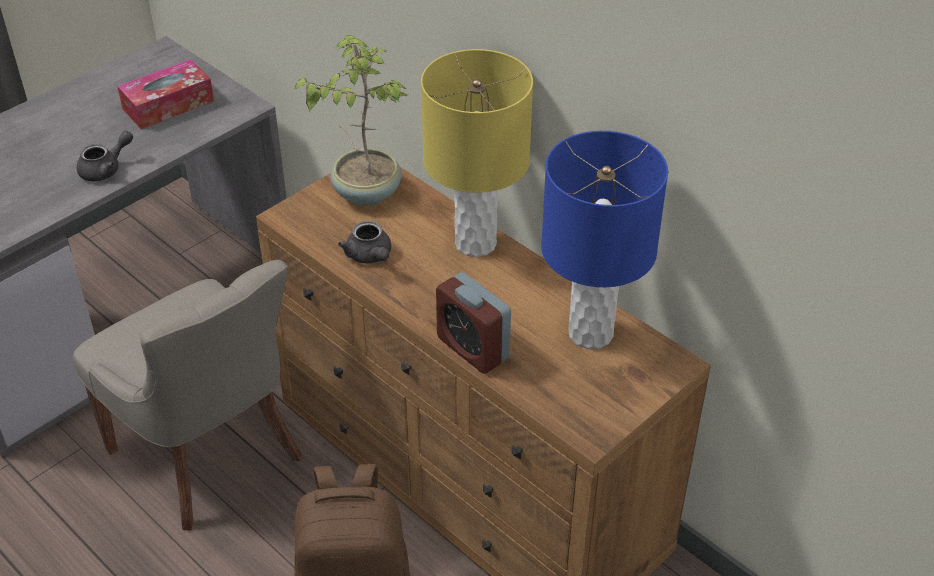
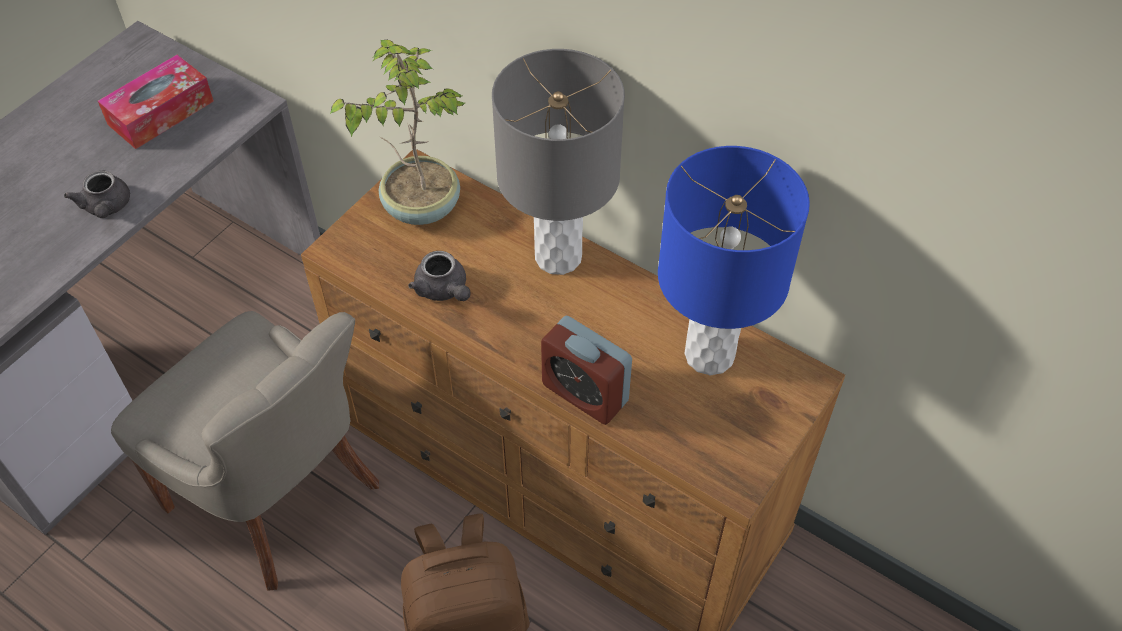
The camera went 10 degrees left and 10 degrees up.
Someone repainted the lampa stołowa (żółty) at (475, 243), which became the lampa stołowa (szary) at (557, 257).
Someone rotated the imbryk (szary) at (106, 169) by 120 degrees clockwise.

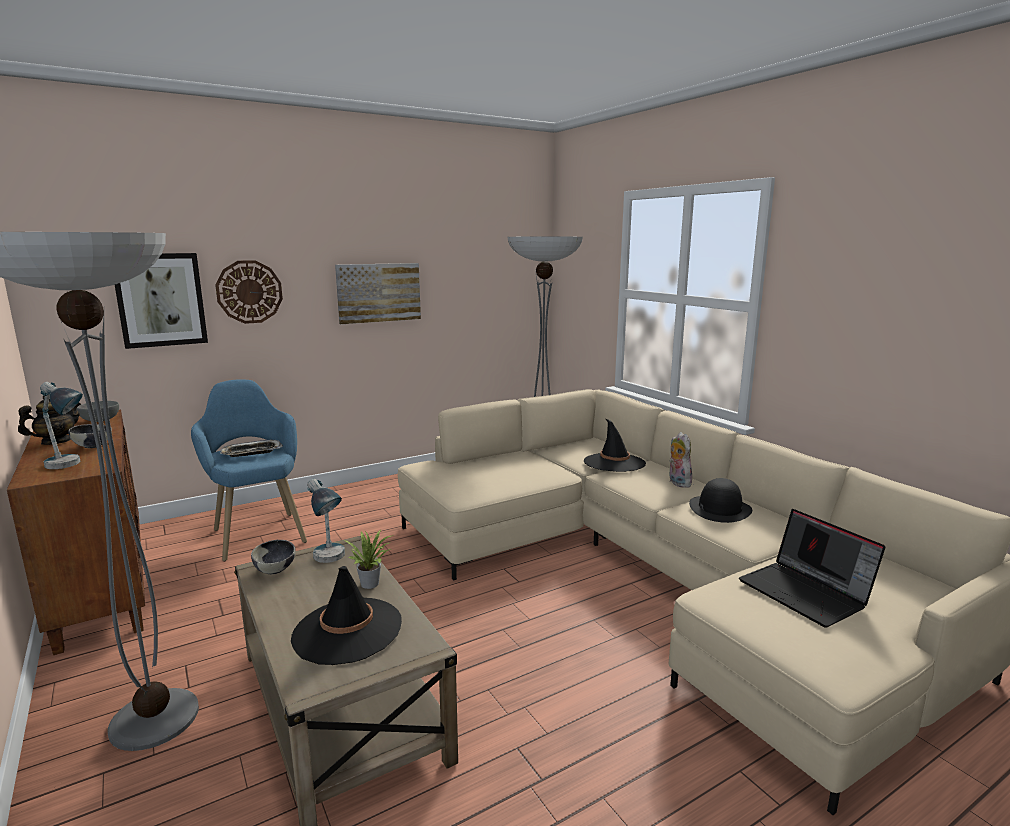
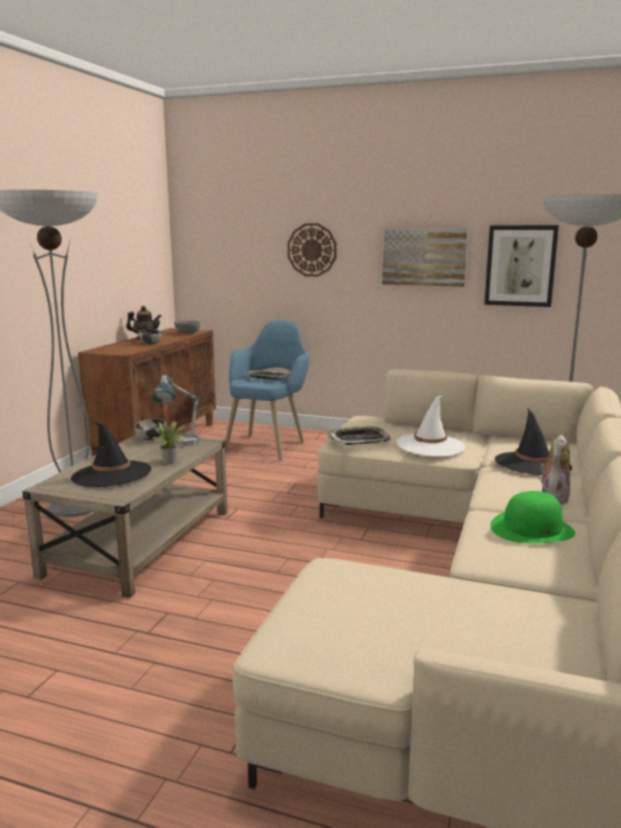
The camera went 50 degrees right and 0 degrees up.
Someone carried the obraz from (160, 300) to (520, 266).
Someone took away the lampa stołowa at (69, 466).
Someone repainted the kapelusz (czarny) at (720, 508), which became the kapelusz (zielony) at (532, 529).
Someone took away the laptop at (806, 593).
Someone put down the kapelusz (biały) at (430, 445).
Someone put down the taca at (359, 440).

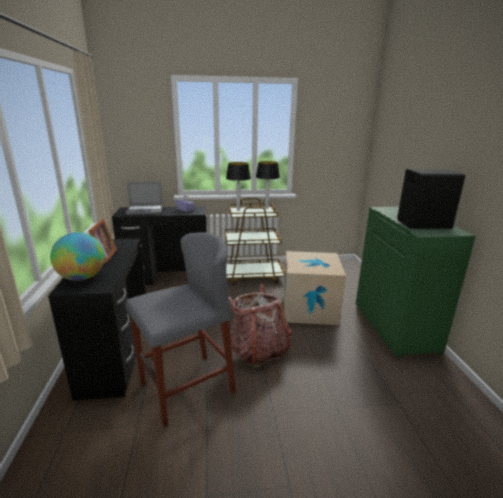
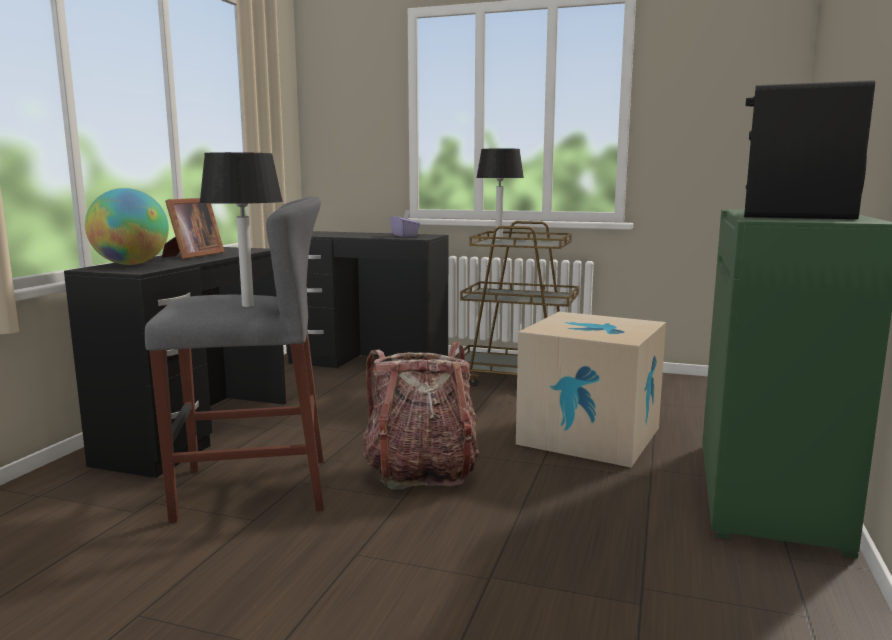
The camera went 25 degrees right and 10 degrees down.
Someone carried the lampa stołowa from (266, 208) to (247, 305).
Someone took away the laptop at (145, 210).

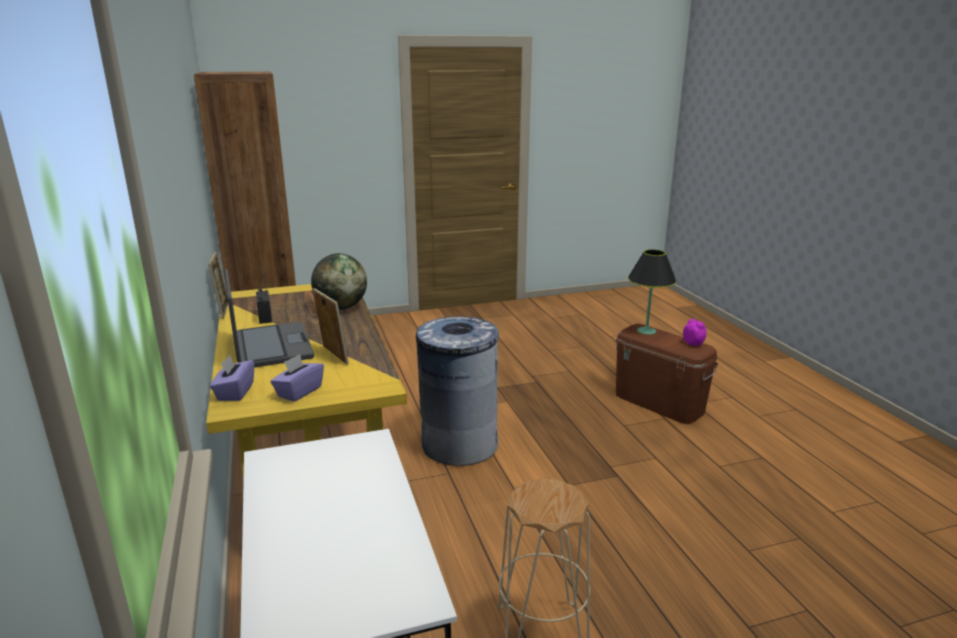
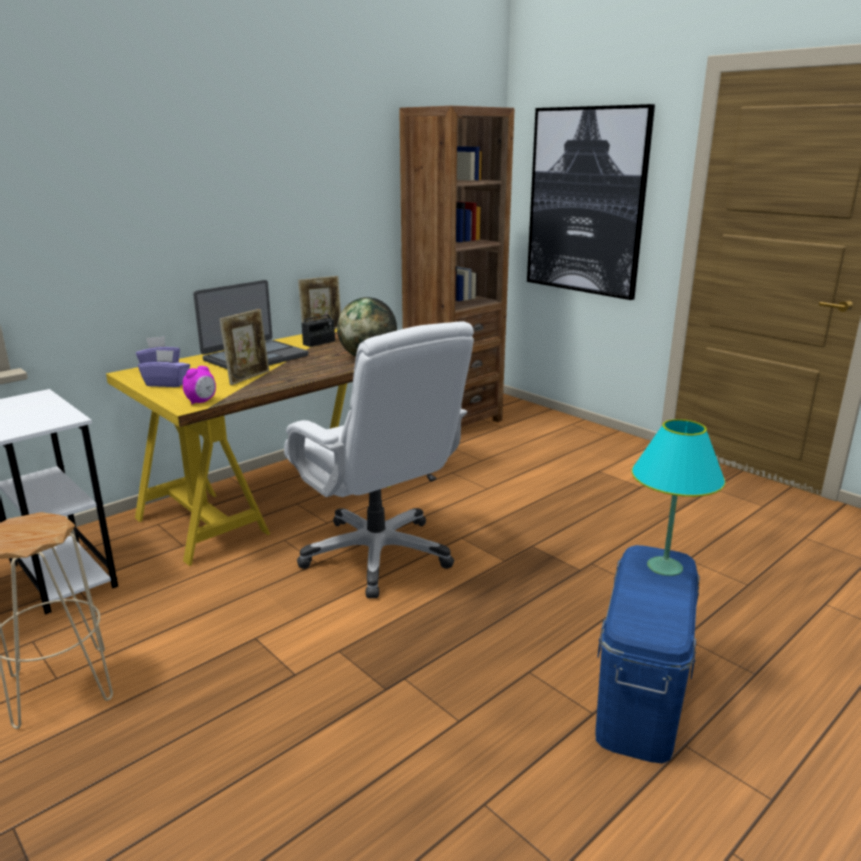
The camera went 65 degrees right and 0 degrees up.
Someone repainted the lampa stołowa (czarny) at (646, 331), which became the lampa stołowa (turkusowy) at (665, 567).
Someone swapped the kosz na śmieci (szary) at (459, 444) for the krzesło biurowe (biały) at (378, 554).
Someone carried the budzik from (693, 344) to (201, 401).
Someone repainted the pojemnik do przechowywania (brązowy) at (659, 403), which became the pojemnik do przechowywania (niebieski) at (640, 699).
Someone put up the obraz at (586, 202).

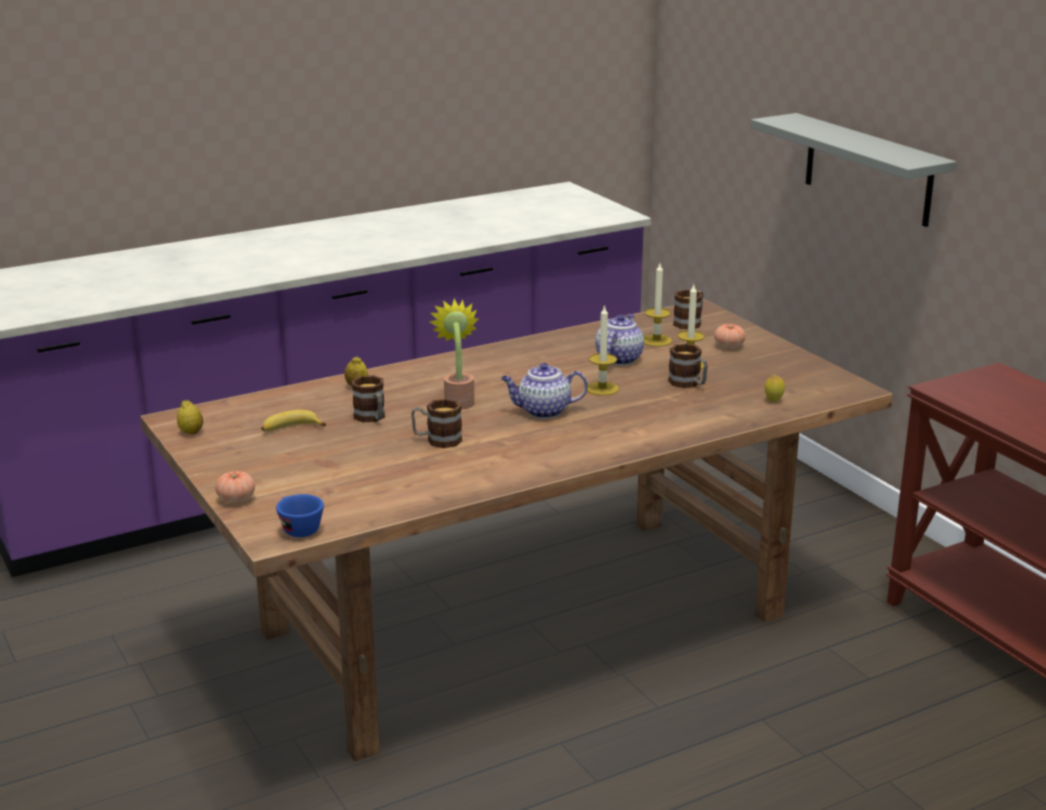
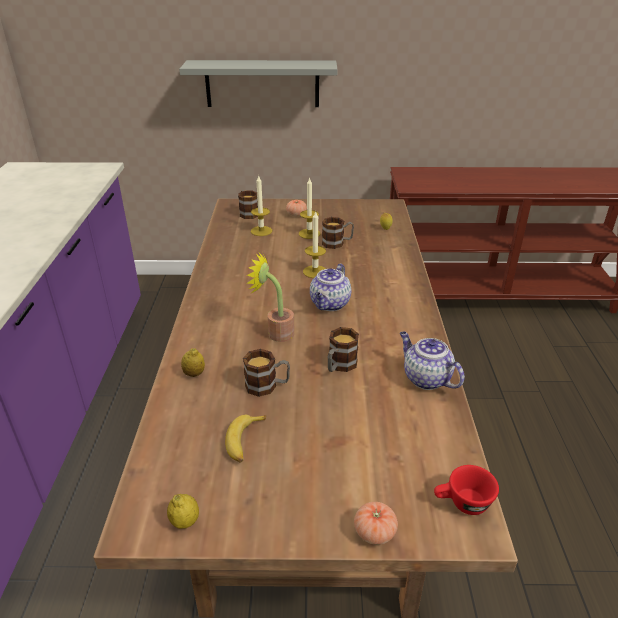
The camera went 60 degrees left and 10 degrees up.
Someone carried the imbryk from (618, 359) to (425, 378).
Someone repainted the filiżanka (niebieski) at (298, 528), which became the filiżanka (czerwony) at (462, 503).

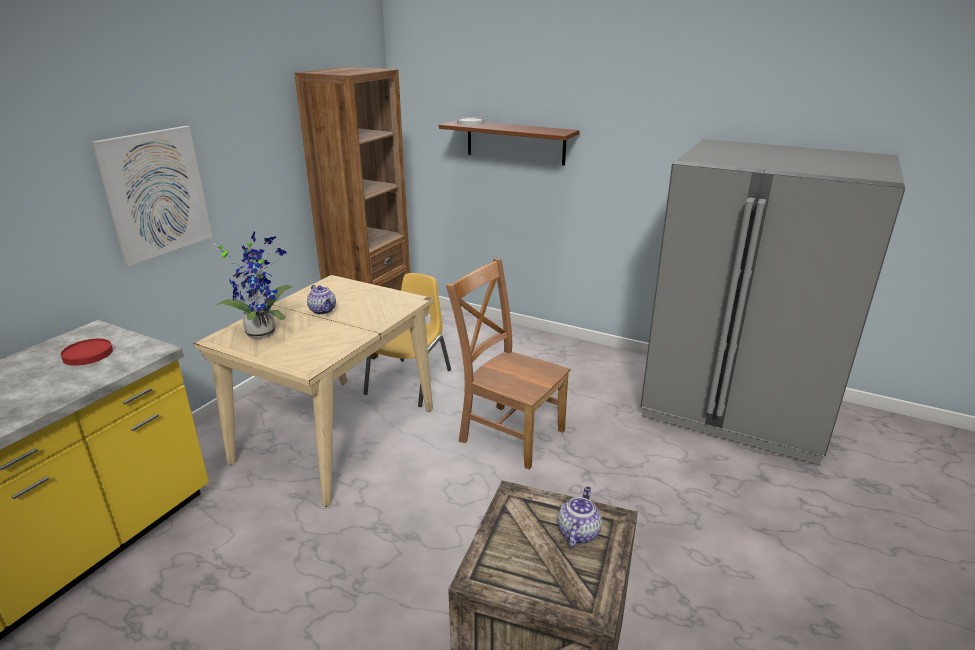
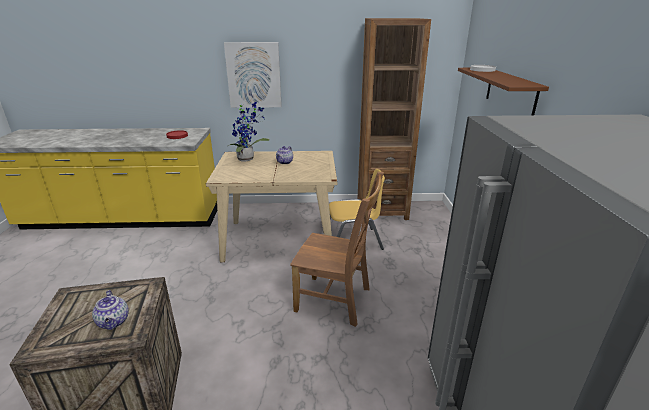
The camera went 60 degrees right and 0 degrees up.
Someone rotated the krzesło (brązowy) at (508, 433) by 105 degrees clockwise.
Someone rotated the imbryk at (578, 532) by 75 degrees clockwise.

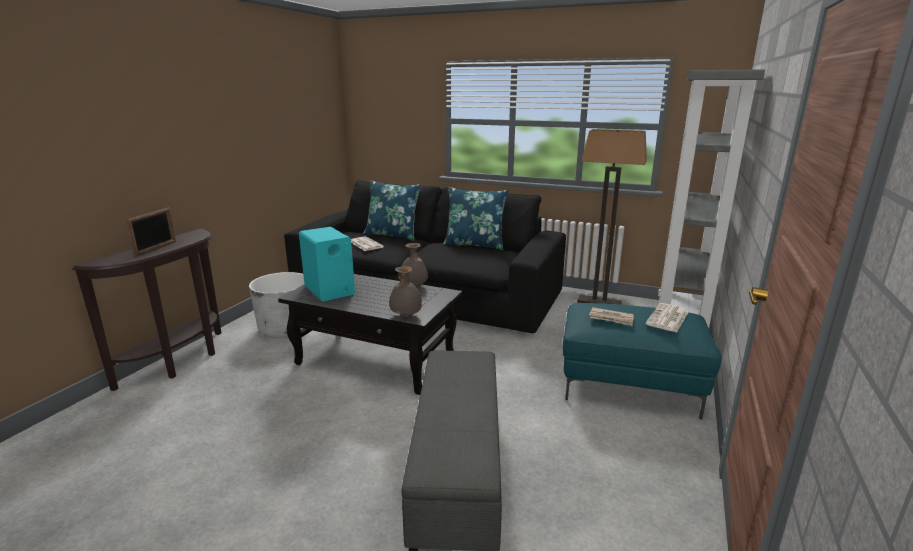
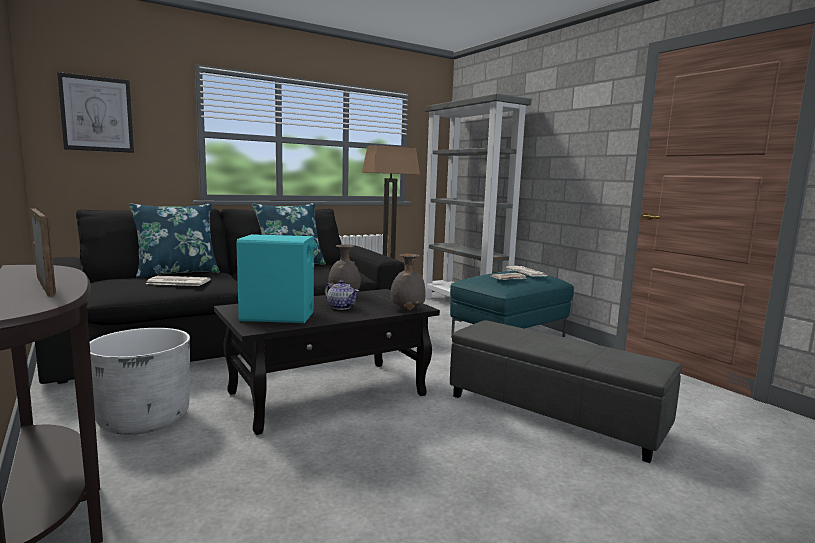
The camera went 55 degrees left and 10 degrees down.
Someone put up the obraz at (97, 114).
Someone put down the imbryk at (341, 307).

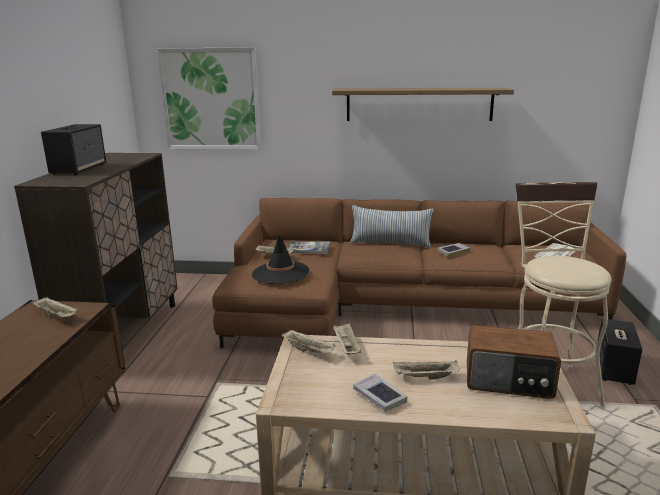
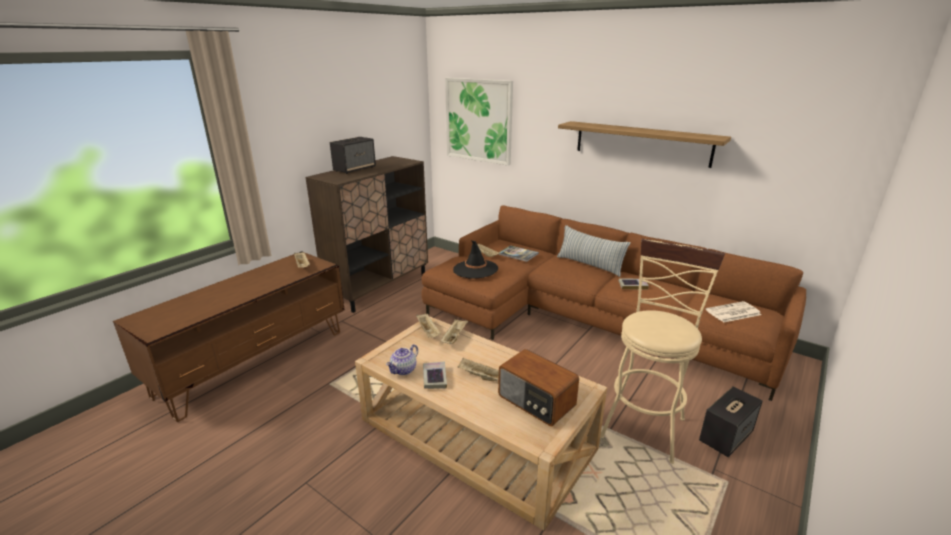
The camera went 30 degrees right and 5 degrees up.
Someone put down the imbryk at (404, 370).

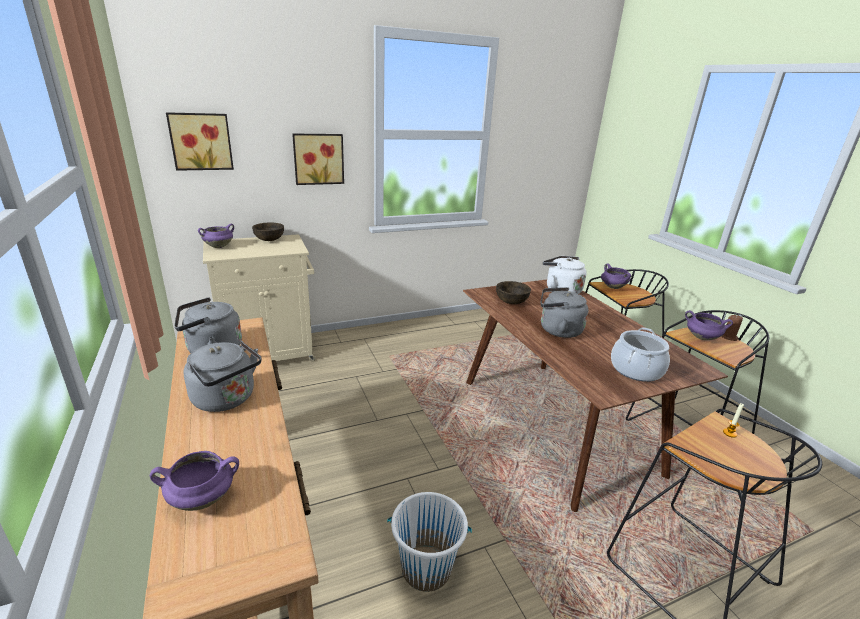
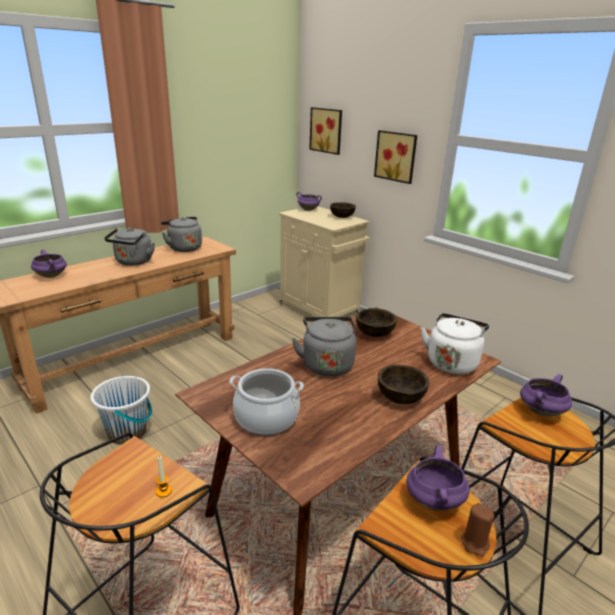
The camera went 70 degrees right and 0 degrees up.
Someone put down the miska (brązowy) at (400, 397).

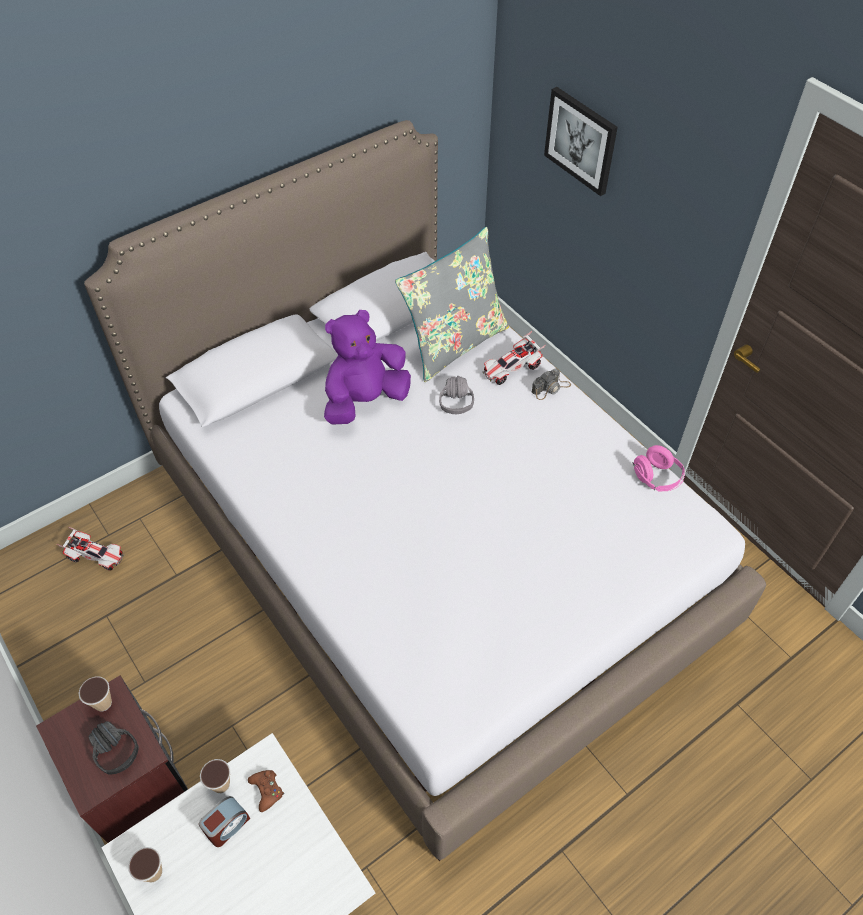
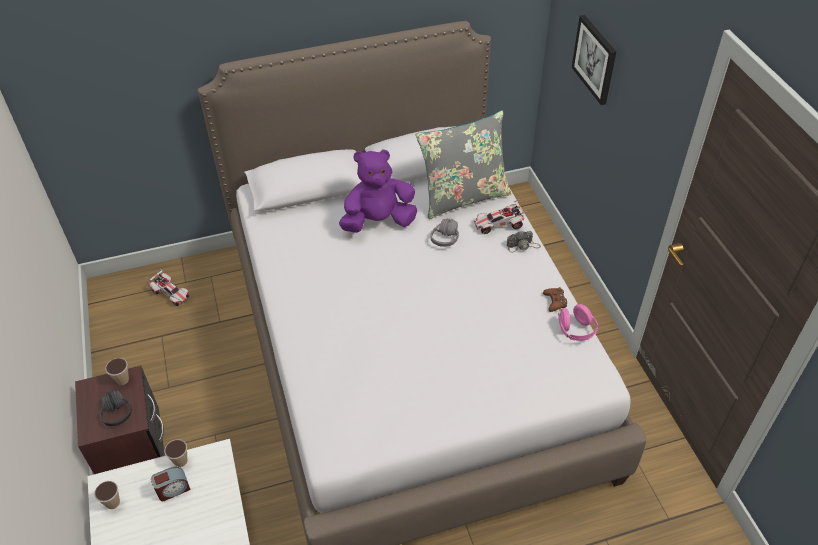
The camera went 20 degrees right and 5 degrees down.
Someone carried the pad do gier (brązowy) from (267, 790) to (555, 302).

